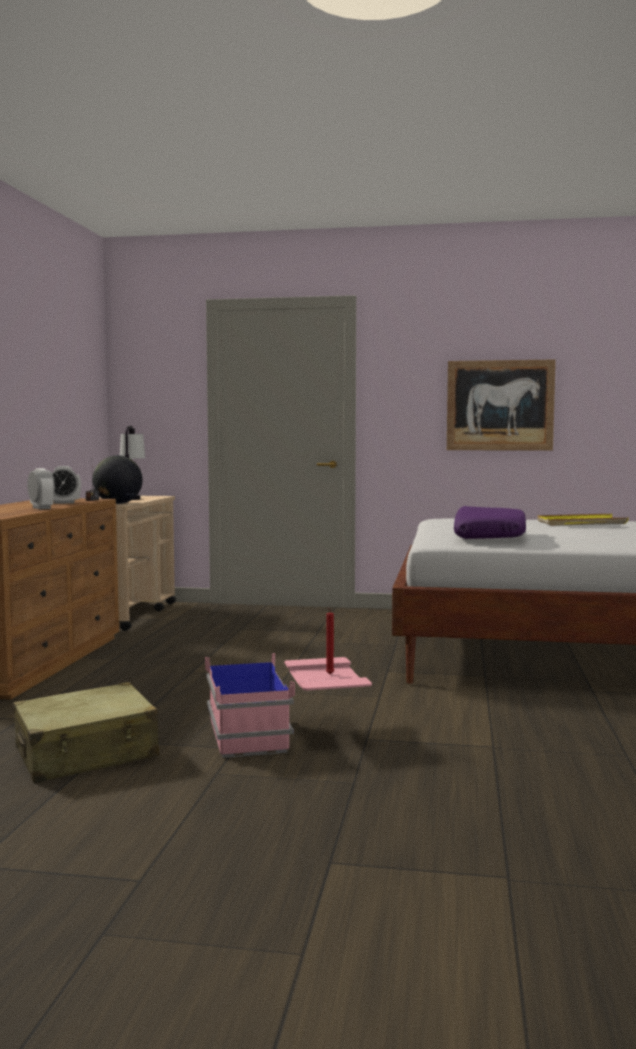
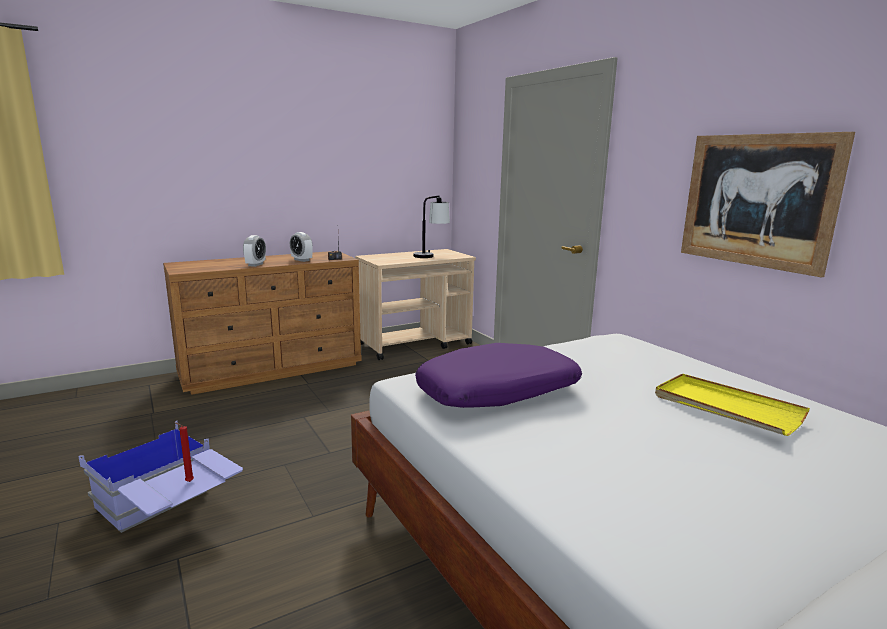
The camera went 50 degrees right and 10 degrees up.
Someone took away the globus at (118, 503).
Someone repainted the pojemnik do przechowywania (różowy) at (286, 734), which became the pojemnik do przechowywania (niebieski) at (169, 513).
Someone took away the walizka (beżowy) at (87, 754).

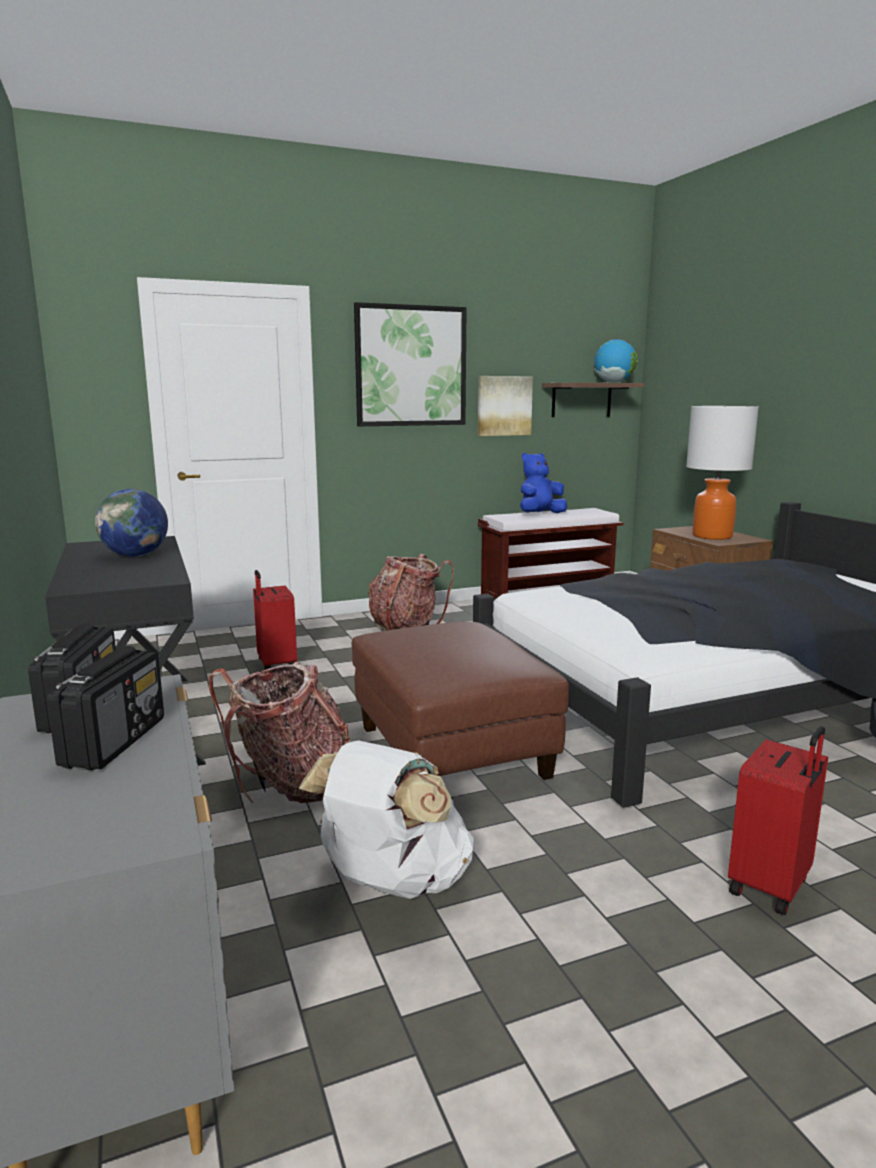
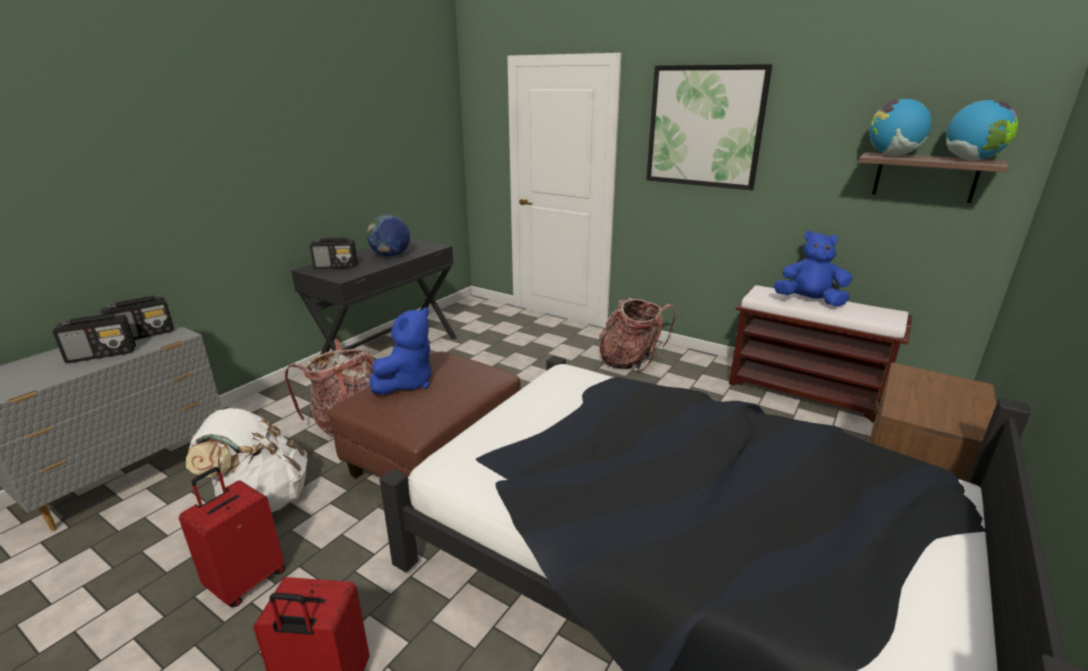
The camera went 55 degrees right and 10 degrees up.
Someone took away the obraz at (504, 405).
Someone took away the lampa stołowa at (712, 536).
Someone carried the walizka (czerwony) from (275, 664) to (246, 581).
Someone put down the globus at (892, 155).
Someone put down the radio at (336, 266).
Someone put down the pluszak (niebieski) at (407, 383).

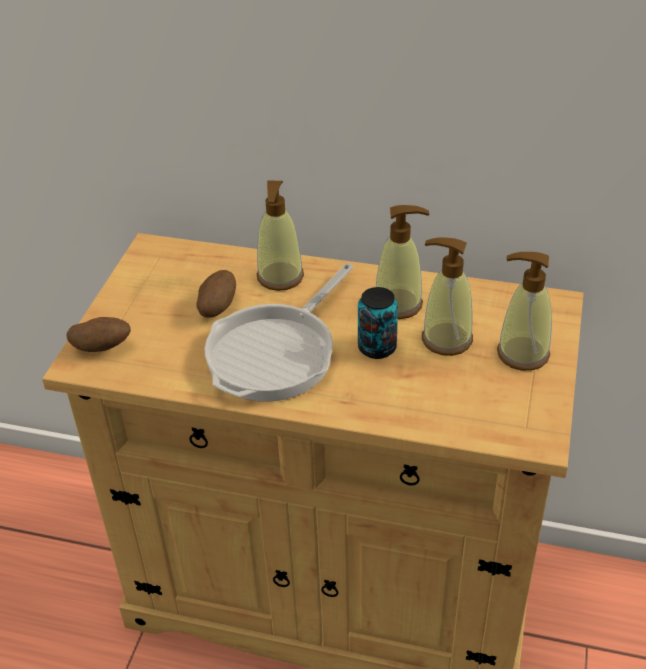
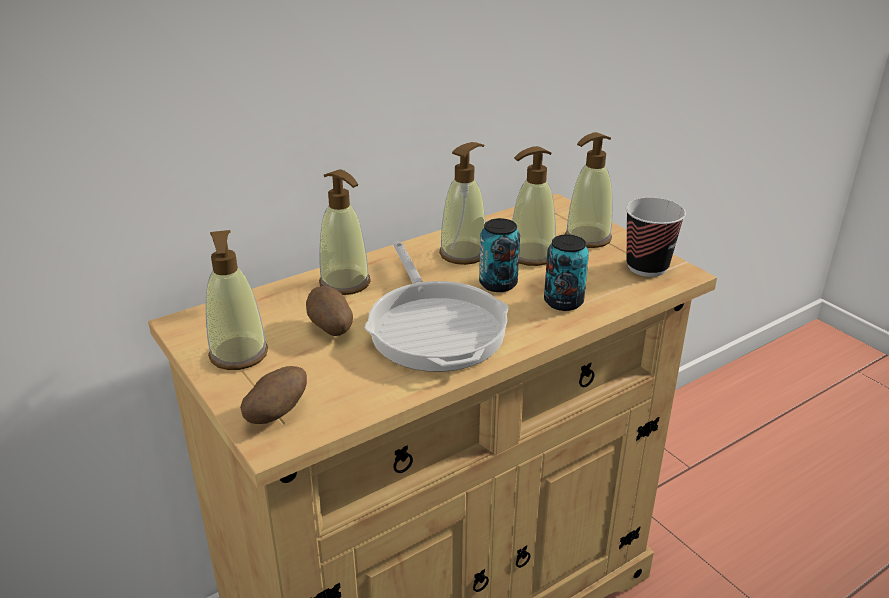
The camera went 50 degrees left and 10 degrees down.
Someone put down the filiżanka at (647, 267).
Someone put down the dozownik mydła at (238, 354).
Someone put down the puszka at (563, 302).

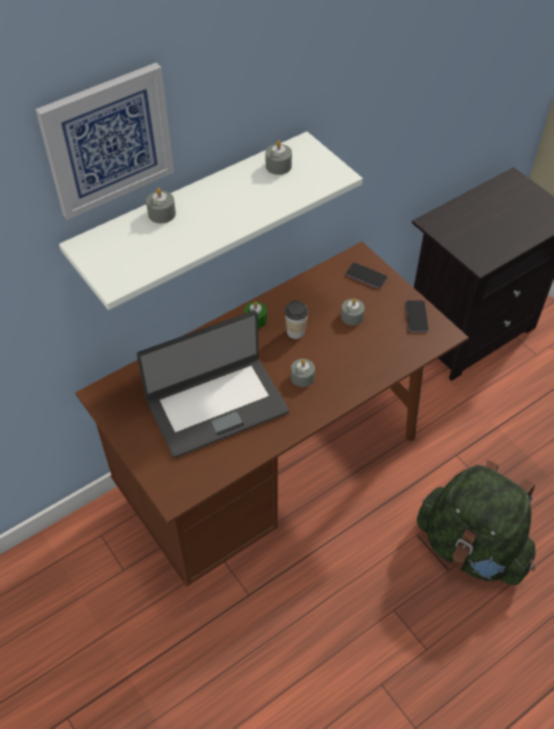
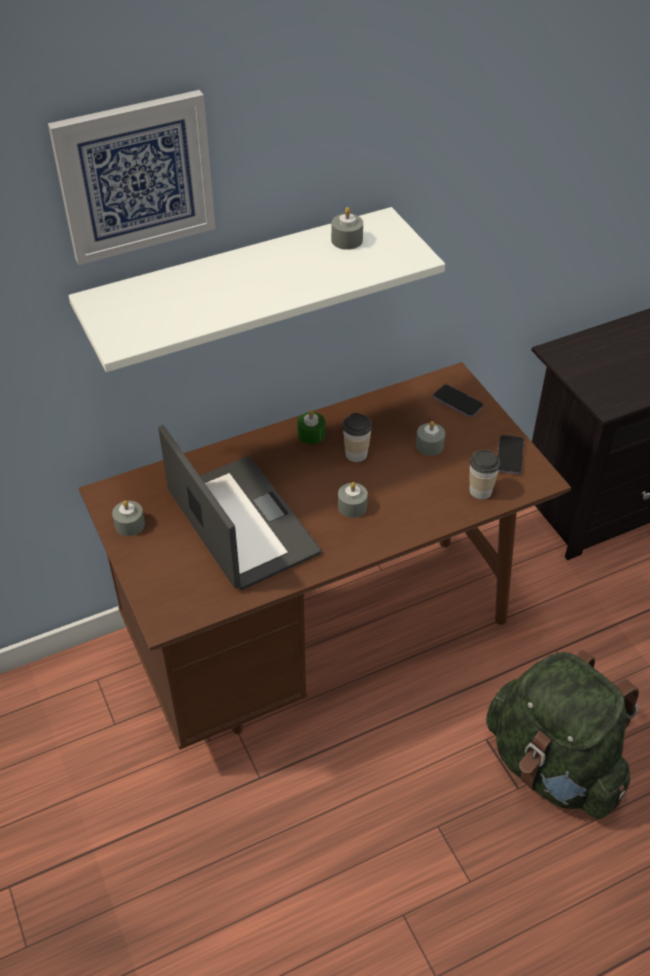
The camera went 10 degrees right and 5 degrees down.
Someone carried the świeca (szary) from (162, 214) to (130, 524).
Someone rotated the laptop at (216, 405) by 105 degrees counterclockwise.
Someone put down the filiżanka at (480, 491).

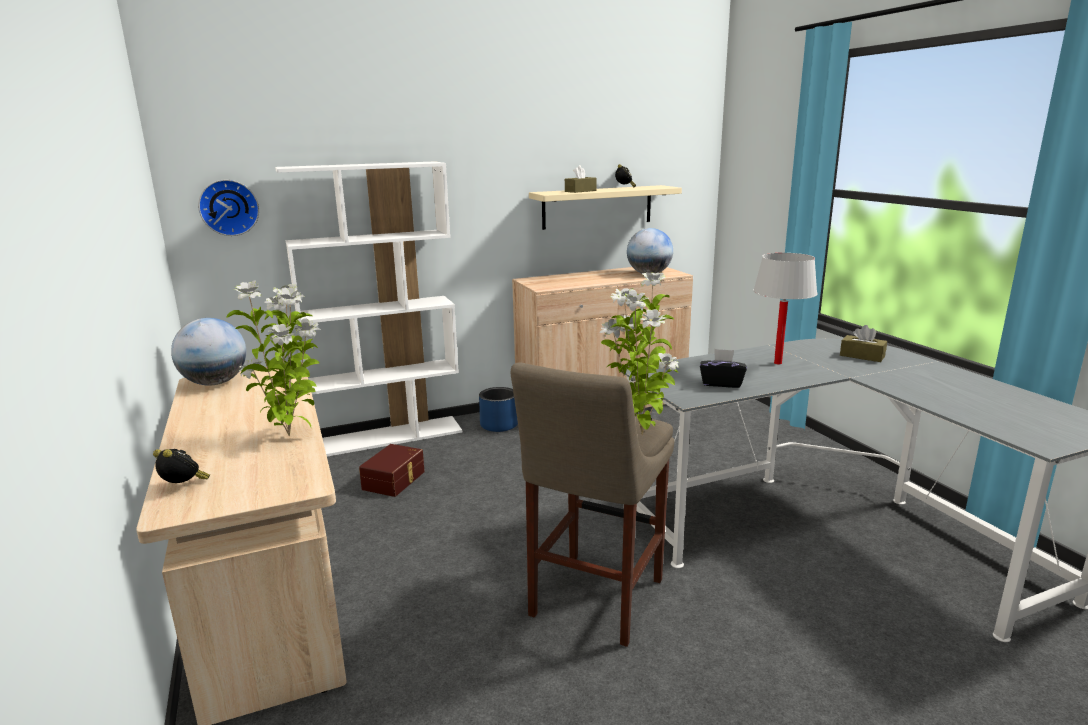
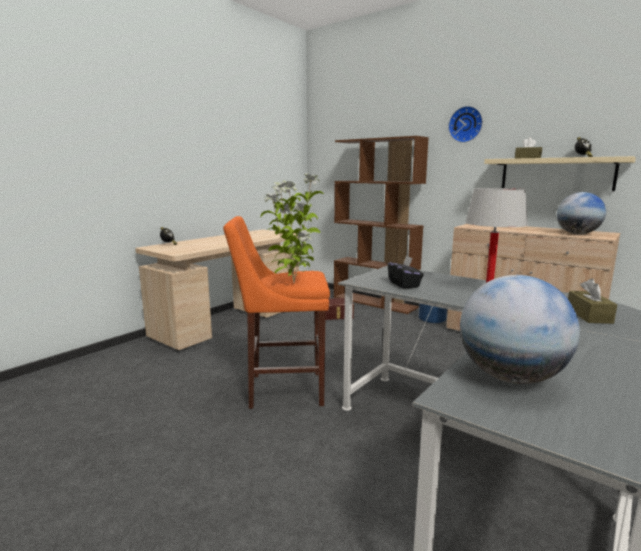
The camera went 60 degrees right and 5 degrees down.
Someone repainted the regał (biały) at (389, 436), which became the regał (brązowy) at (375, 302).
Someone carried the zegar ścienny from (229, 207) to (466, 124).
Someone took away the roślina doniczkowa at (292, 436).
Someone carried the globus from (215, 383) to (510, 377).
Someone repainted the stołek (beżowy) at (593, 601), which became the stołek (pomarańczowy) at (281, 389).

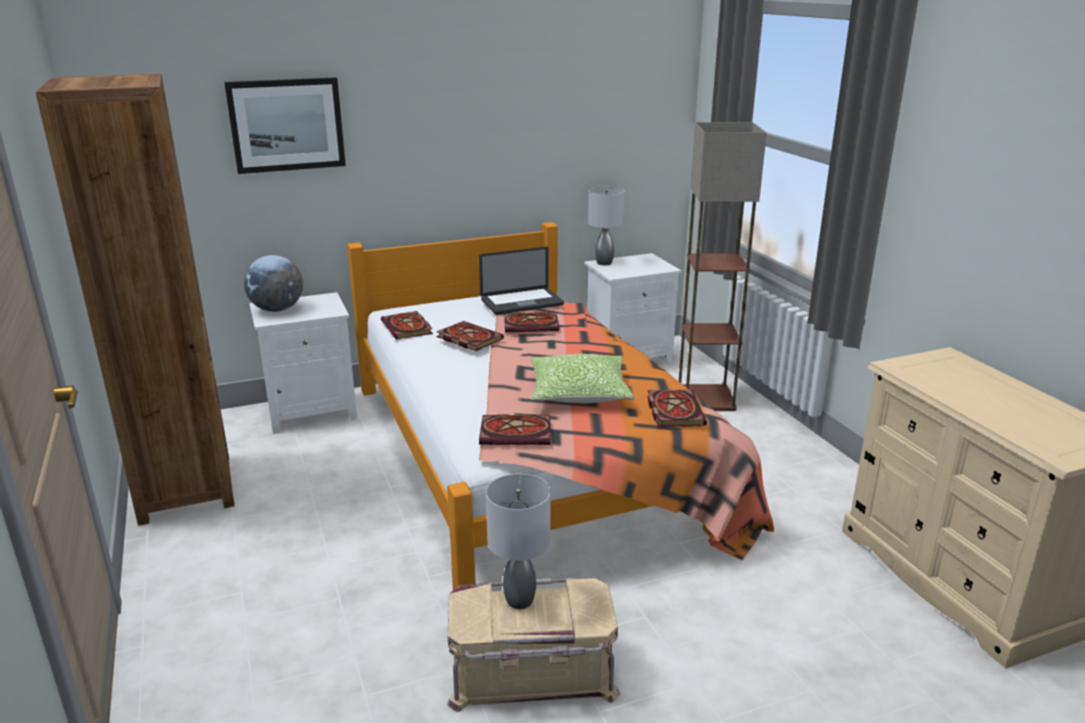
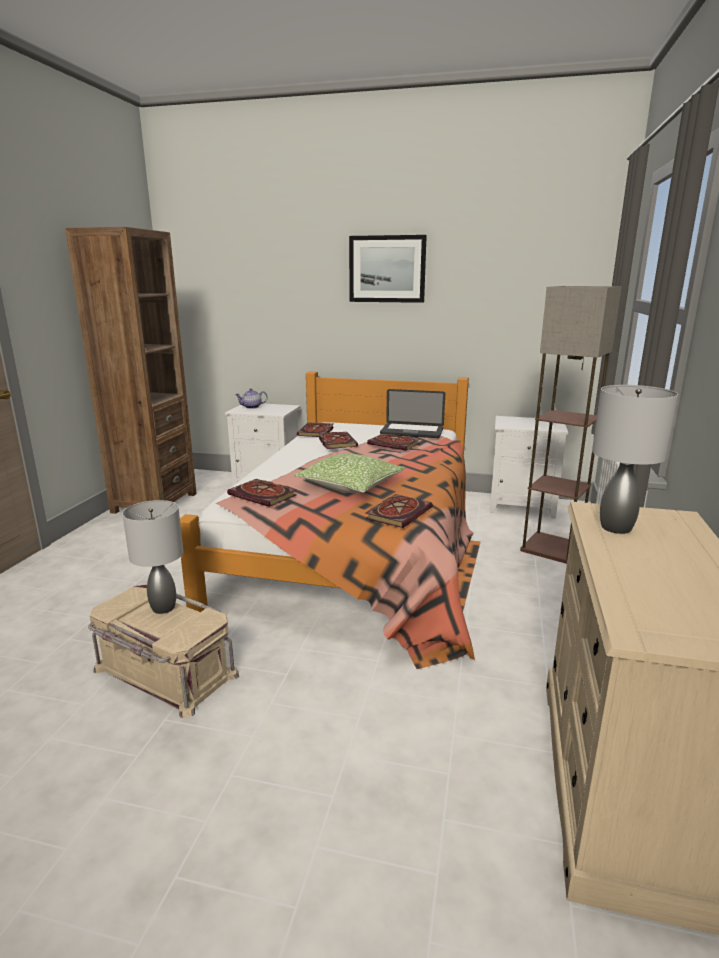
The camera went 35 degrees right and 5 degrees down.
Someone carried the obraz from (287, 125) to (387, 269).
Someone carried the lampa stołowa (szary) from (604, 263) to (615, 527).
Someone swapped the globus at (277, 310) for the imbryk at (252, 407).

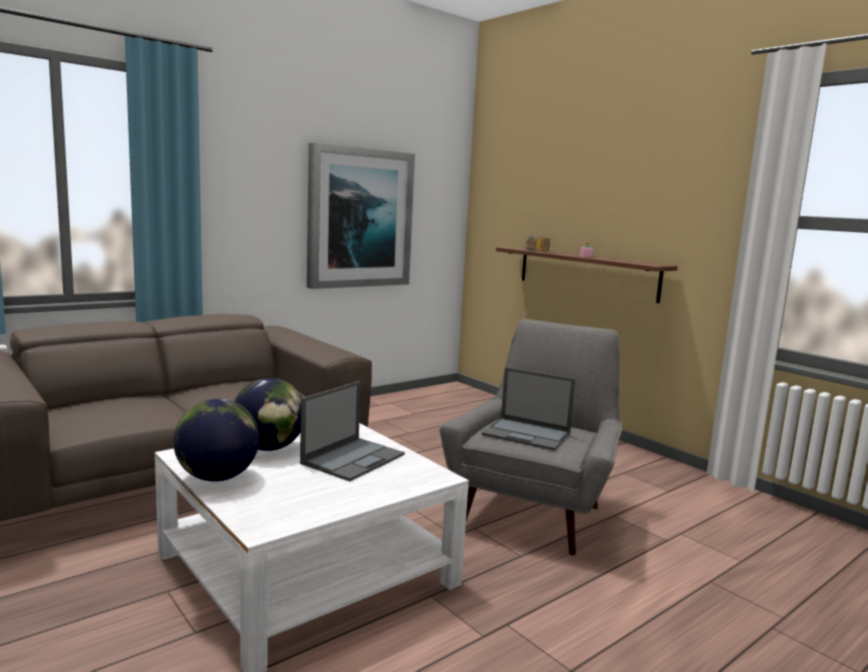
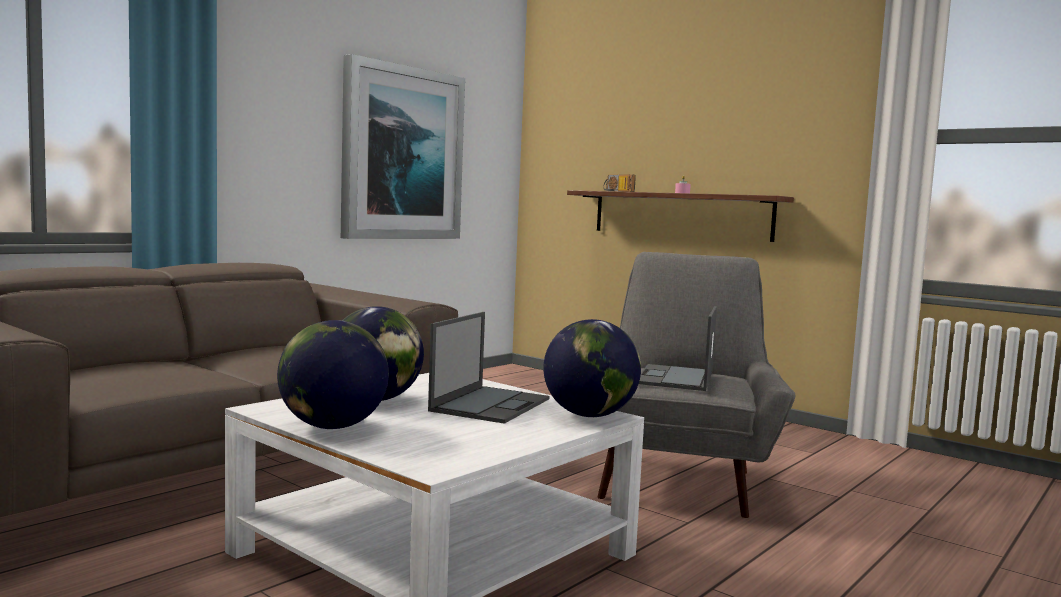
The camera went 10 degrees left and 5 degrees down.
Someone rotated the laptop at (527, 434) by 90 degrees clockwise.
Someone put down the globus at (589, 415).

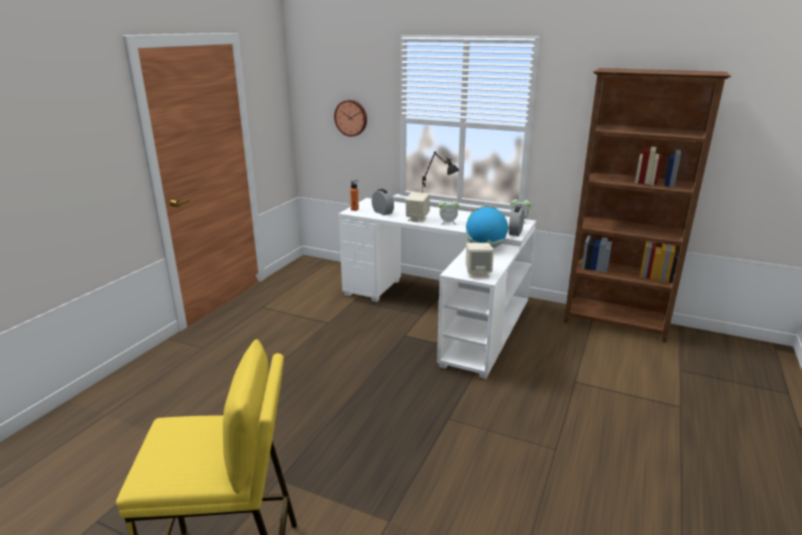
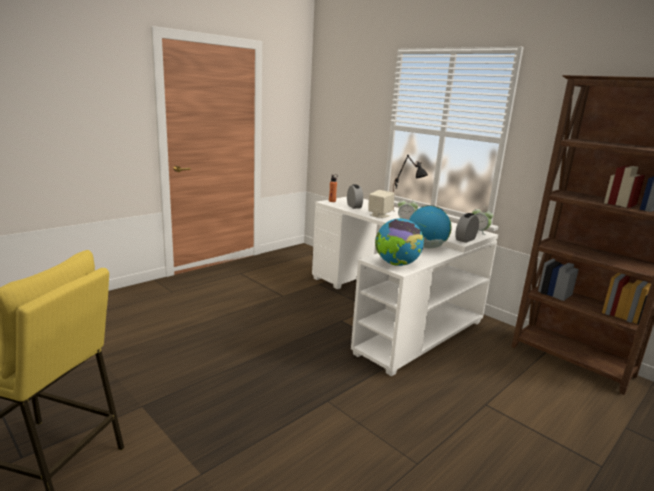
The camera went 20 degrees right and 5 degrees down.
Someone took away the zegar ścienny at (351, 118).
Someone swapped the głośnik (beżowy) at (478, 273) for the globus at (396, 264).

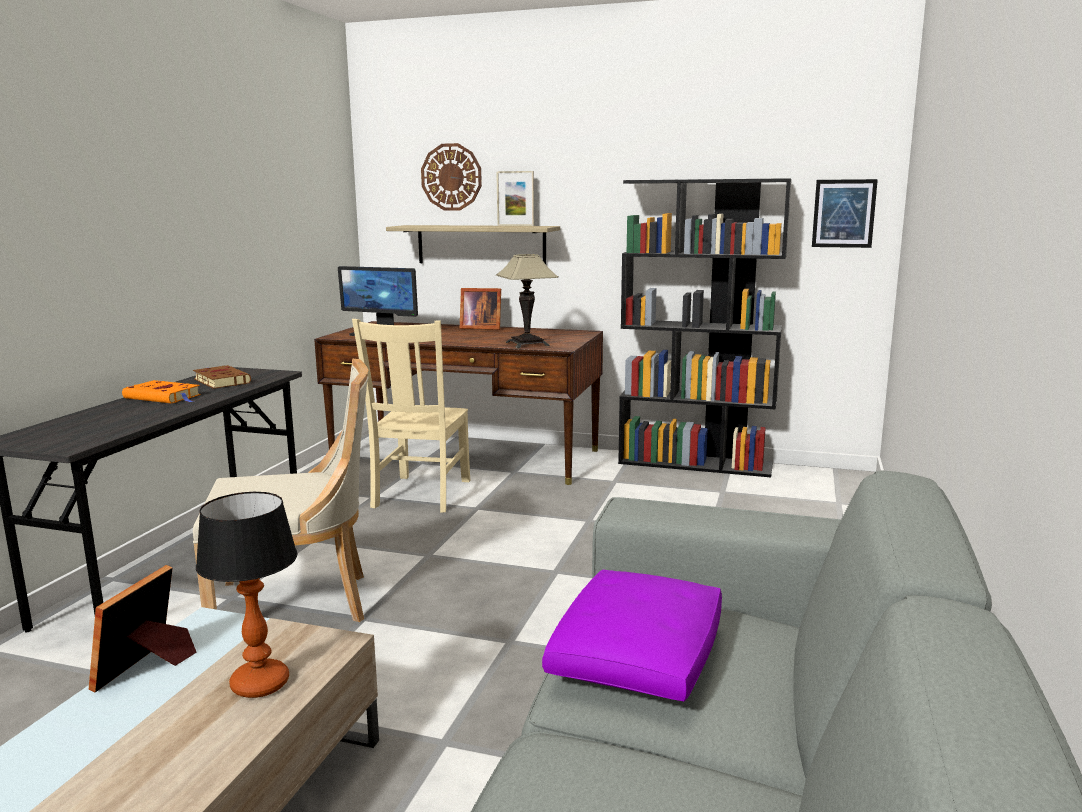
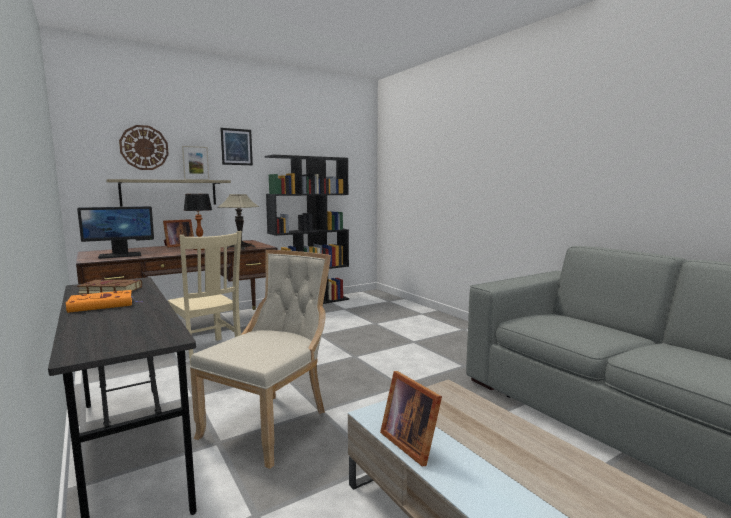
The camera went 50 degrees left and 5 degrees down.
Someone carried the obraz from (843, 213) to (236, 147).
Someone carried the lampa stołowa from (259, 685) to (200, 249).
Someone took away the poduszka (fioletowy) at (637, 657).

